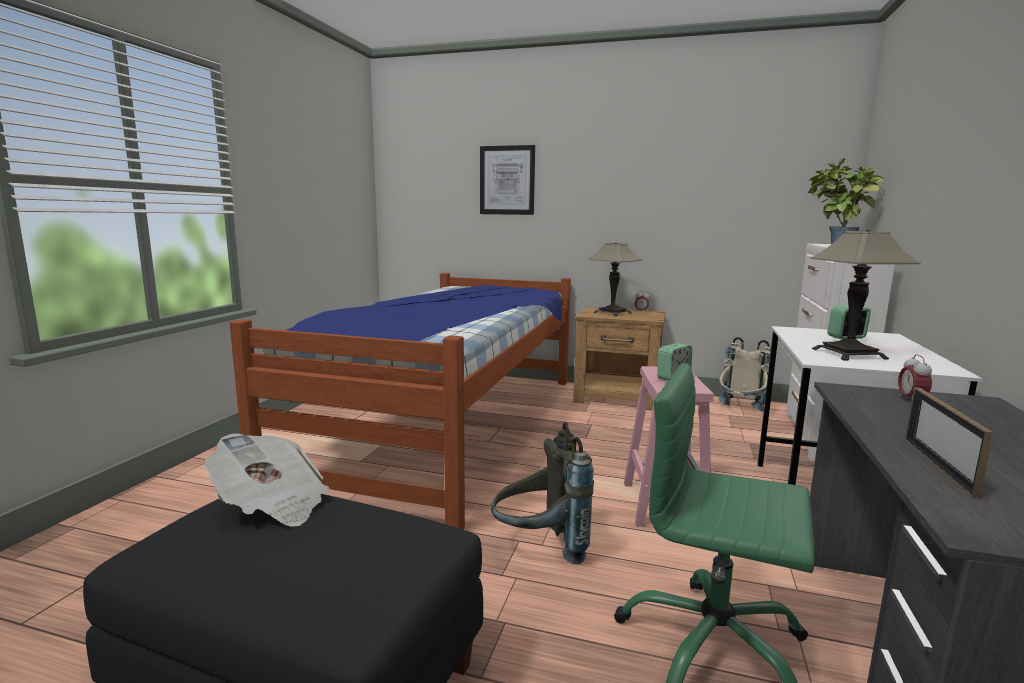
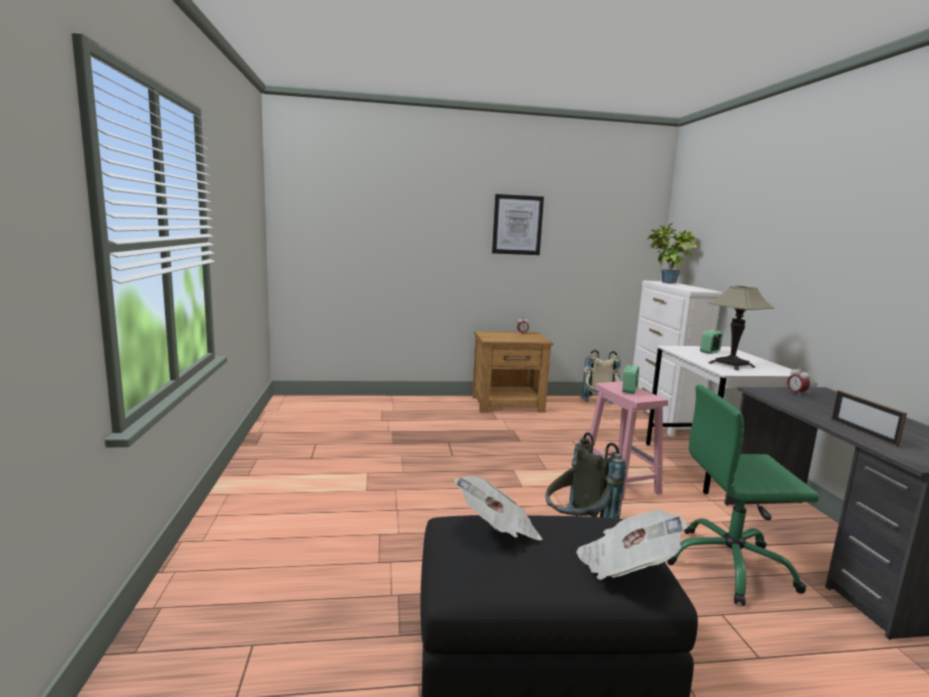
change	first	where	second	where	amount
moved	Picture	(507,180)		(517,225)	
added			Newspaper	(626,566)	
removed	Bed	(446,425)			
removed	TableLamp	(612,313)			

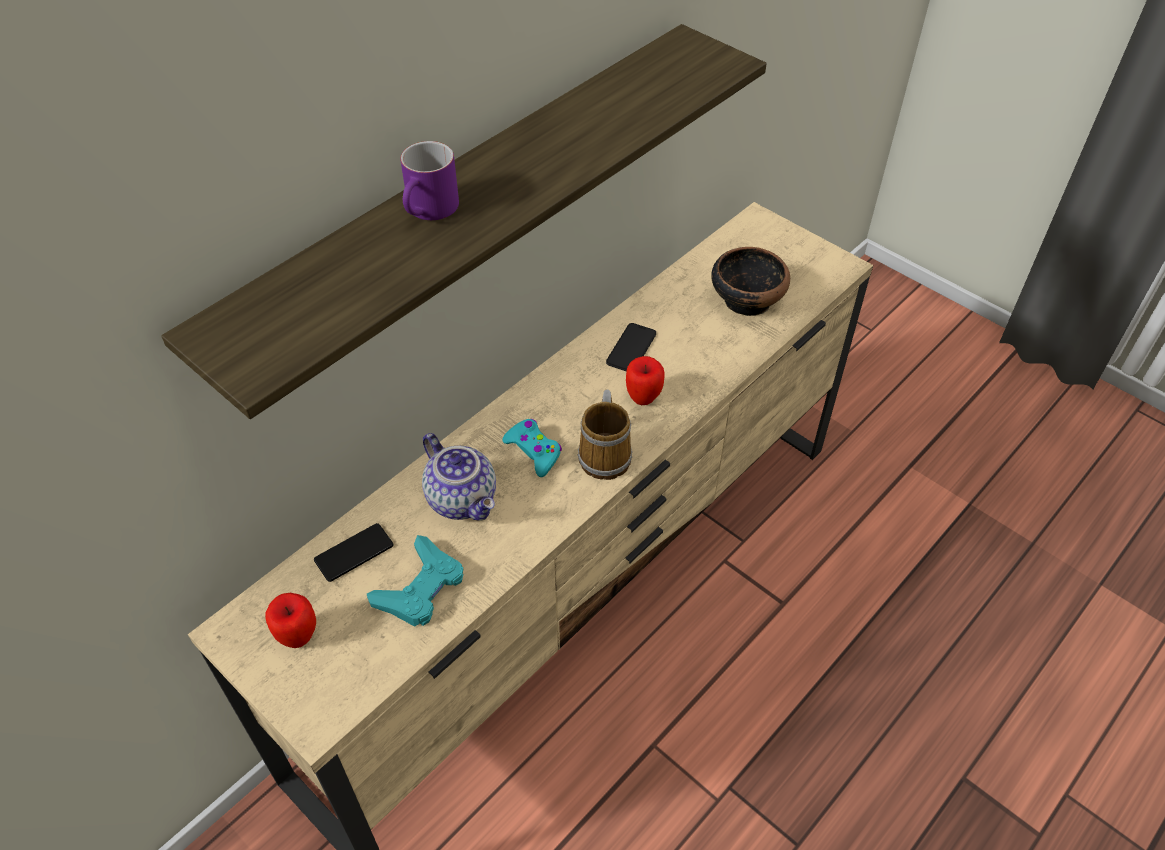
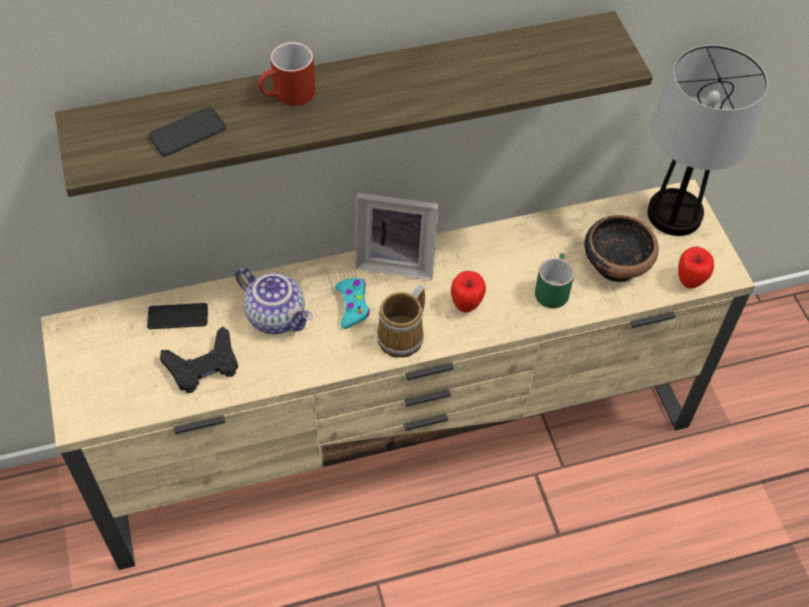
change	first	where	second	where	amount
moved	Phone	(631,348)		(187,132)	
recoloured	TurquoiseGameController	(420,588)	BlackGameController	(203,365)	
turned	Teapot	(463,499)		(277,316)	45 degrees counterclockwise
recoloured	PurpleMug	(430,211)	RedMug	(288,96)	
added			PictureFrame	(396,261)	
added			GreenMug	(552,288)	
added			TableLamp	(674,213)	
moved	Apple	(298,636)		(689,281)	

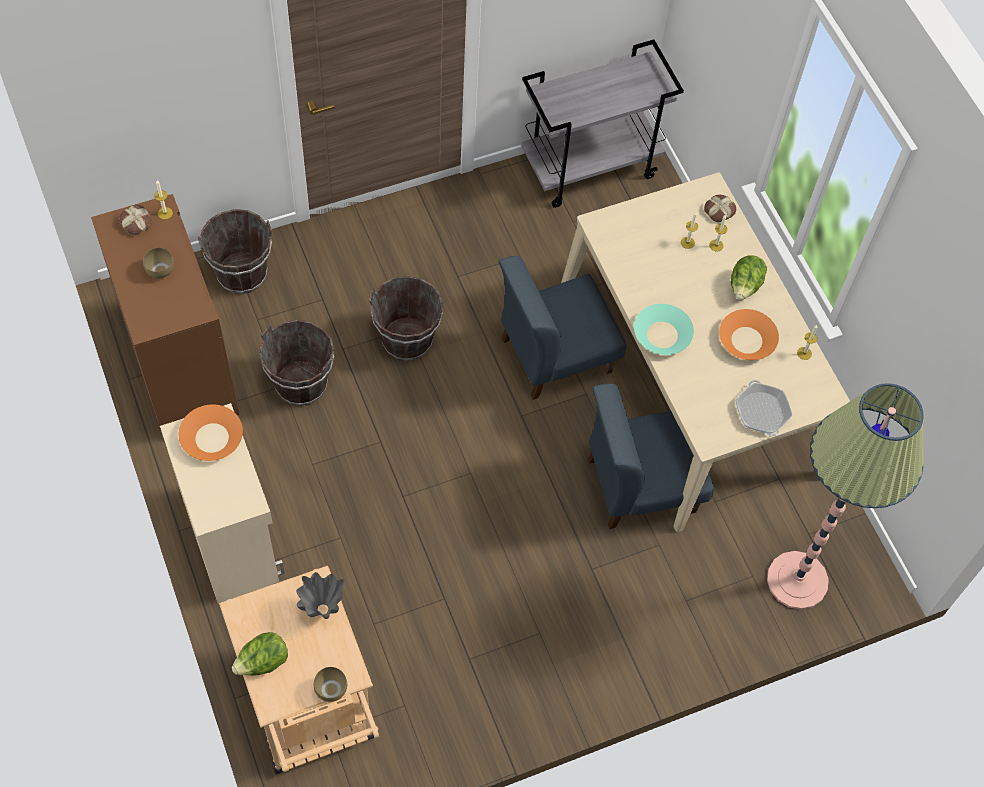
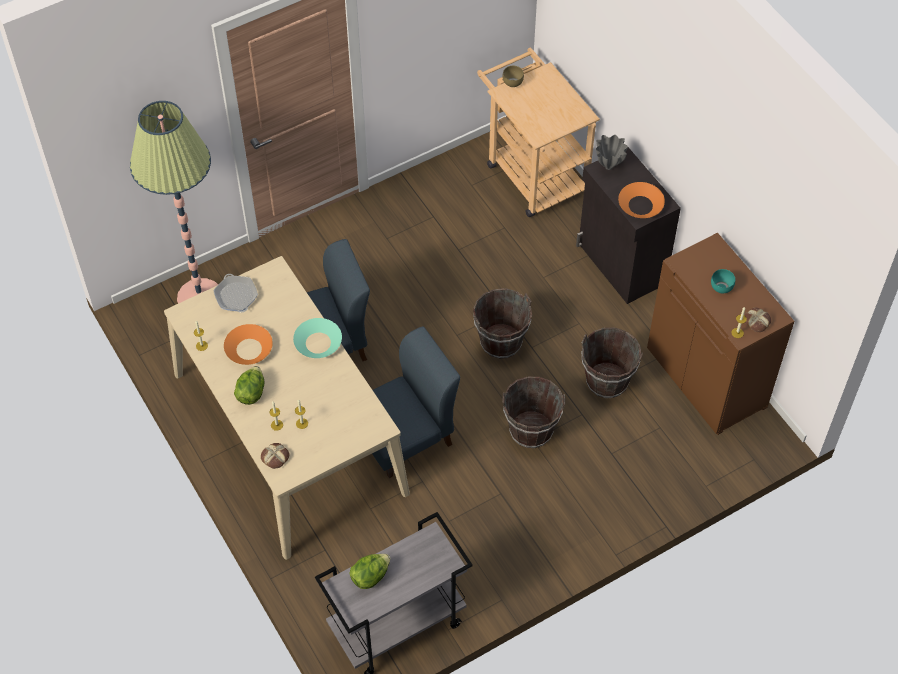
change	first	where	second	where	amount
moved	Lettuce	(263,662)		(370,576)	
moved	BrownBucket	(242,273)		(501,342)	
recoloured	BeigeCabinet	(232,539)	BlackCabinet	(620,264)	
moved	GreyVase	(321,609)		(609,166)	
recoloured	BrownBowl	(159,271)	TurquoiseBowl	(721,287)	

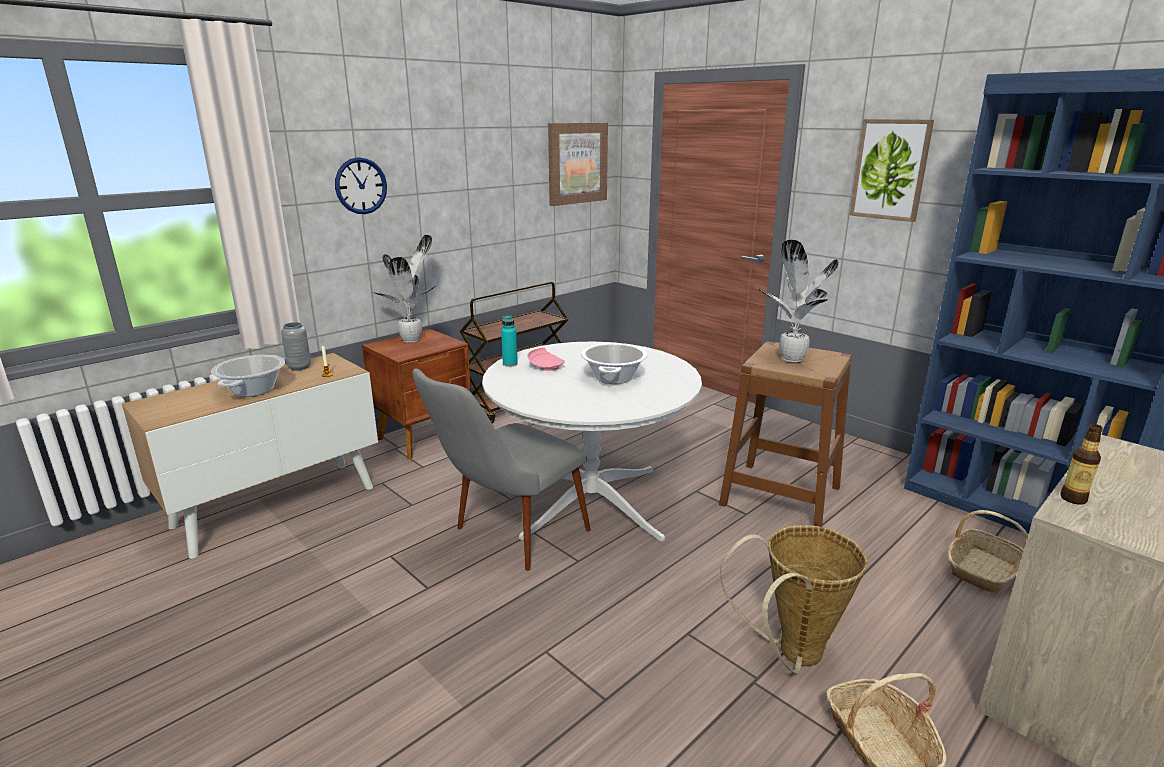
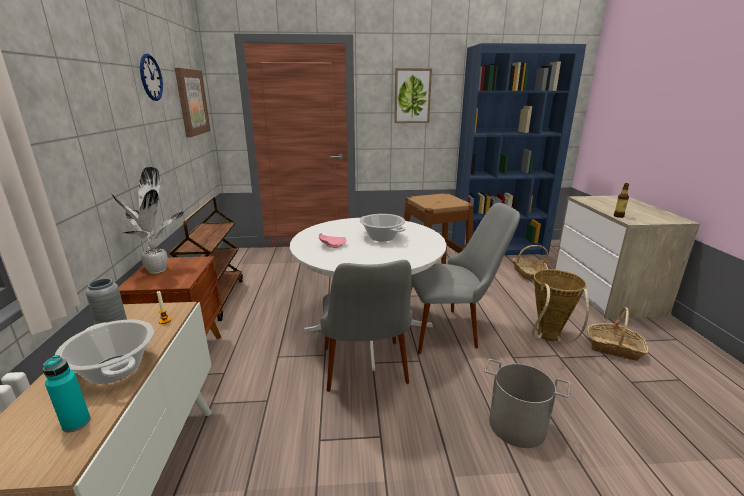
change	first	where	second	where	amount
moved	TurquoiseBottle	(510,364)		(76,423)	
moved	WallClock	(361,186)		(151,77)	
added			GreyChair	(451,329)	
added			GreyBucket	(517,426)	
removed	PottedPlant	(791,359)			

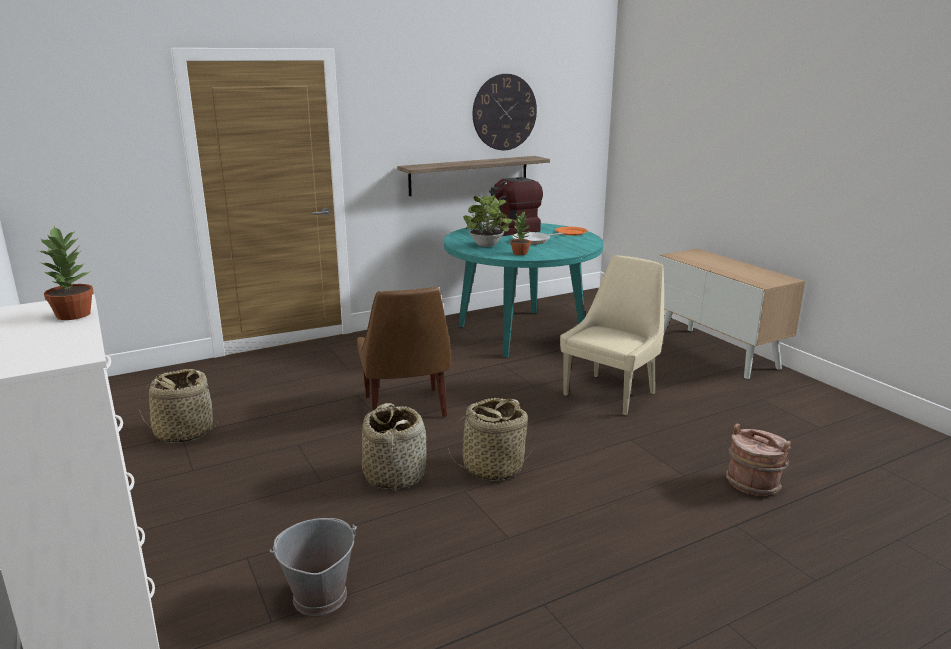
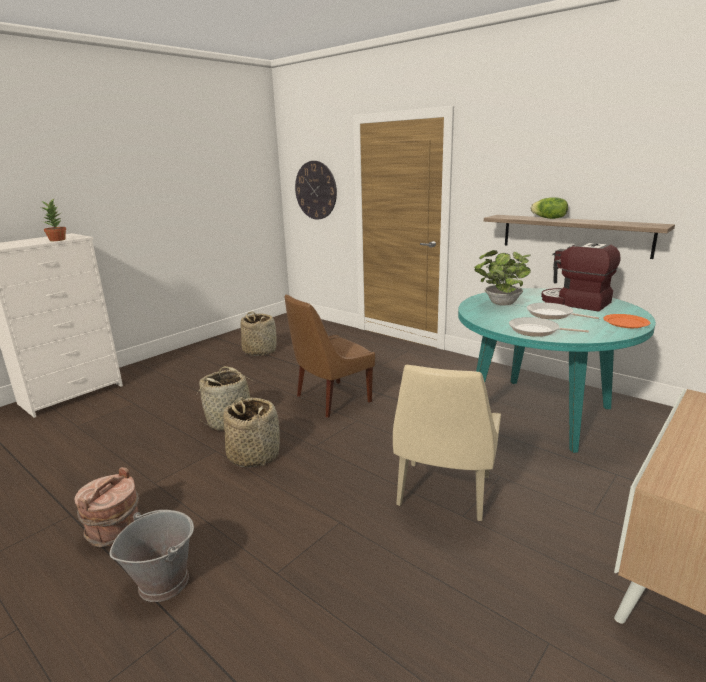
change	first	where	second	where	amount
moved	BrownBucket	(753,483)		(115,530)	
moved	GreyBucket	(319,596)		(163,581)	
moved	WallClock	(504,112)		(316,190)	
turned	BeigeChair	(611,393)		(443,493)	90 degrees clockwise
added			FryingPan	(536,331)	
added			Lettuce	(549,218)	
removed	PottedPlant	(520,253)			

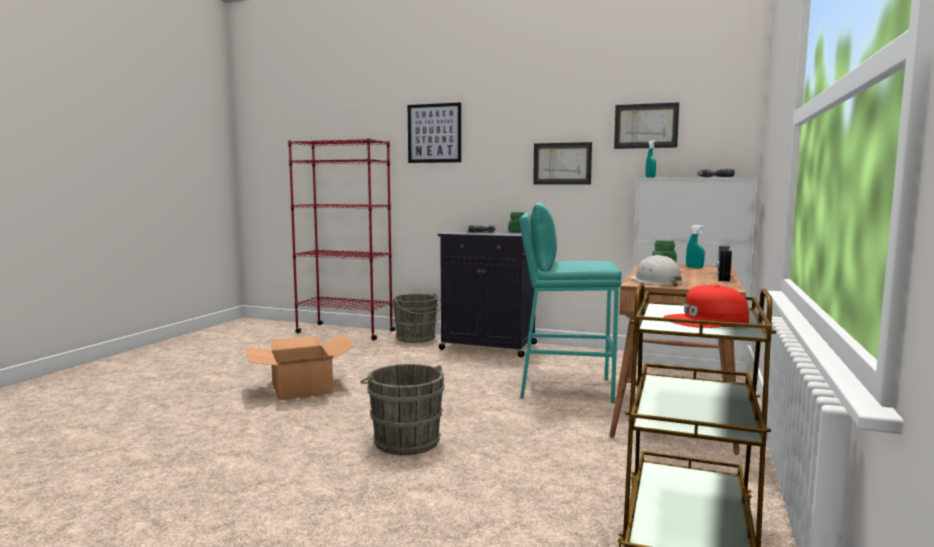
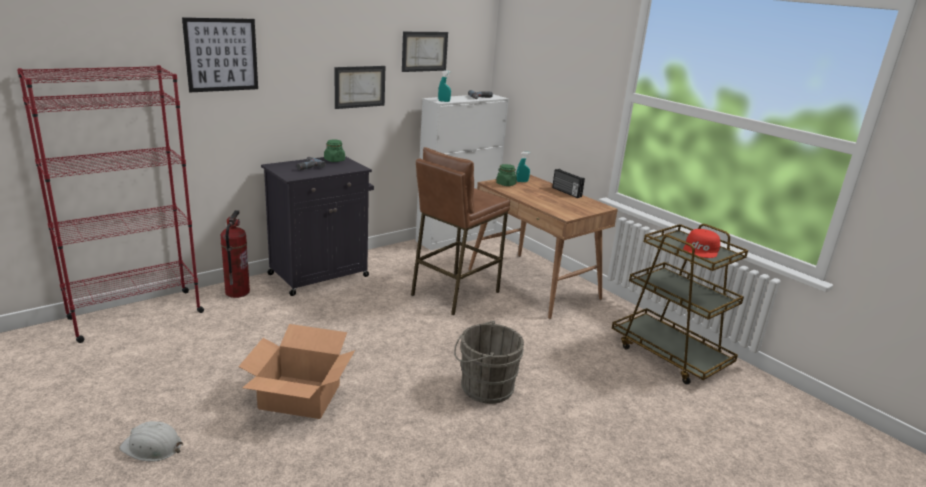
change	first	where	second	where	amount
moved	WhiteHardHat	(656,281)		(152,447)	
replaced	GreyBucket	(416,339)	FireExtinguisher	(237,292)	
recoloured	TurquoiseStool	(565,388)	BrownStool	(454,293)	

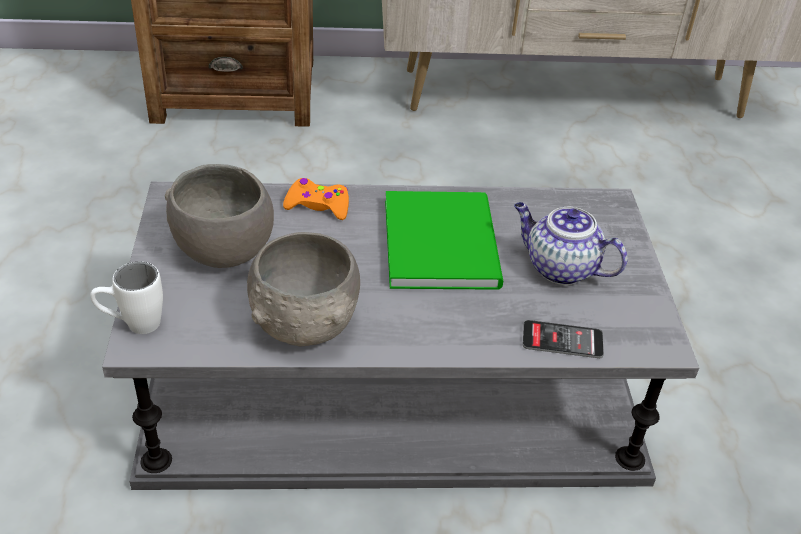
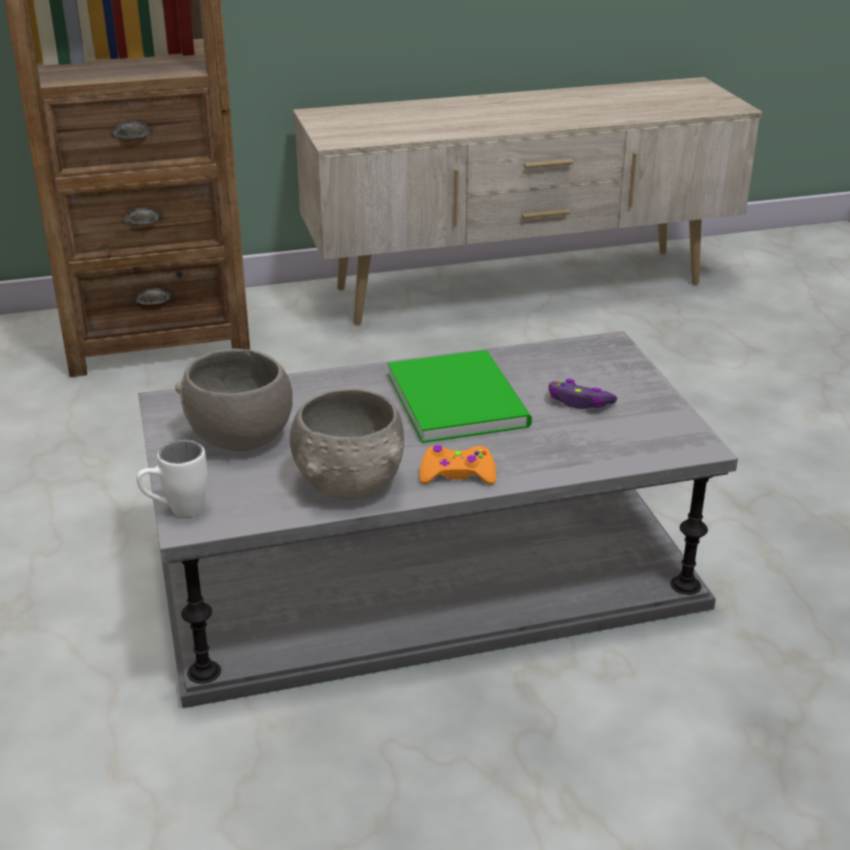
change	first	where	second	where	amount
moved	OrangeGameController	(318,206)		(457,474)	
replaced	Teapot	(559,268)	PurpleGameController	(579,402)	
removed	Phone	(562,340)			

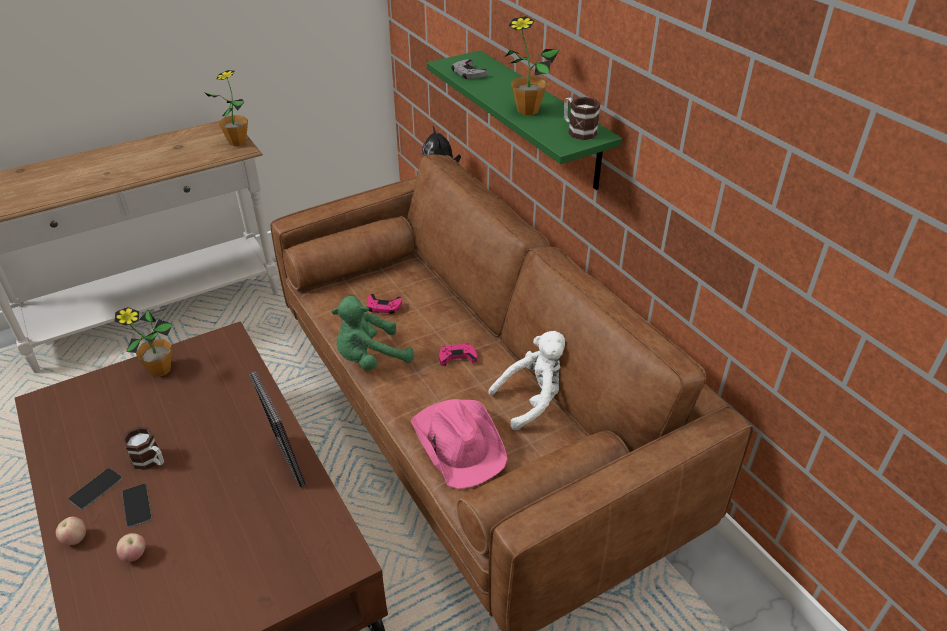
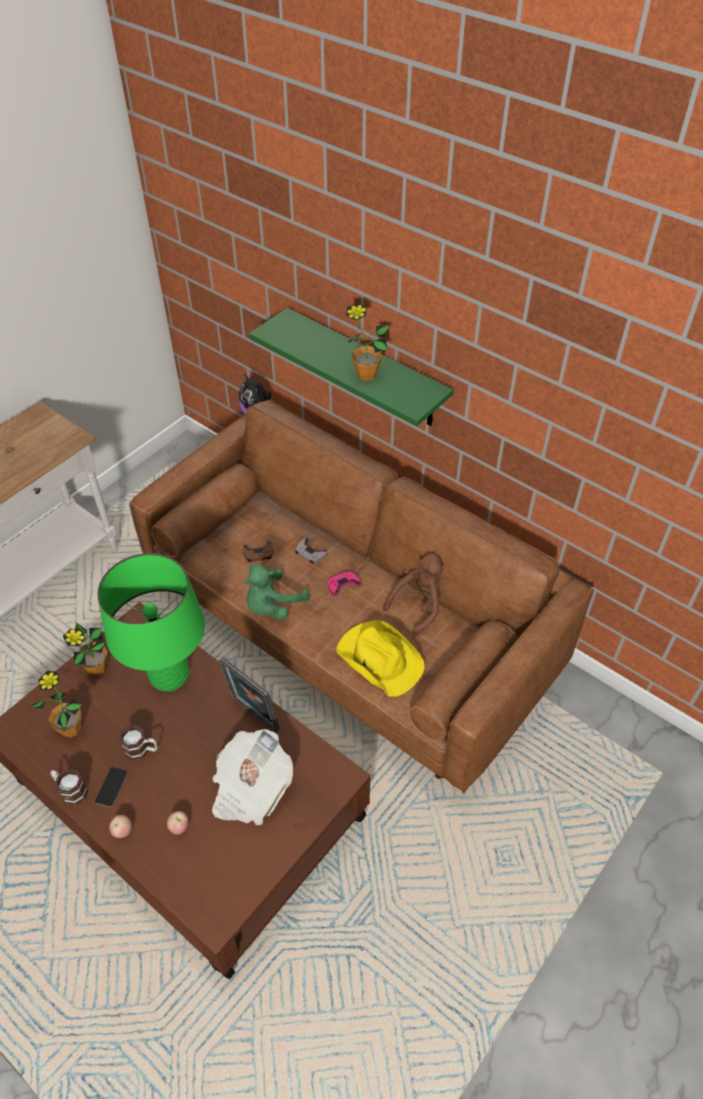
change	first	where	second	where	amount
moved	PottedPlant	(237,142)		(71,728)	
moved	Mug	(578,131)		(70,790)	
added			GreenTableLamp	(169,676)	
added			Newspaper	(250,788)	
recoloured	PinkGameController	(383,306)	BrownGameController	(258,554)	
moved	GreyGameController	(468,73)		(310,553)	
recoloured	PinkHat	(459,442)	YellowHat	(379,658)	
recoloured	WhitePlushToy	(534,400)	BrownPlushToy	(419,605)	
removed	Phone	(137,505)			

